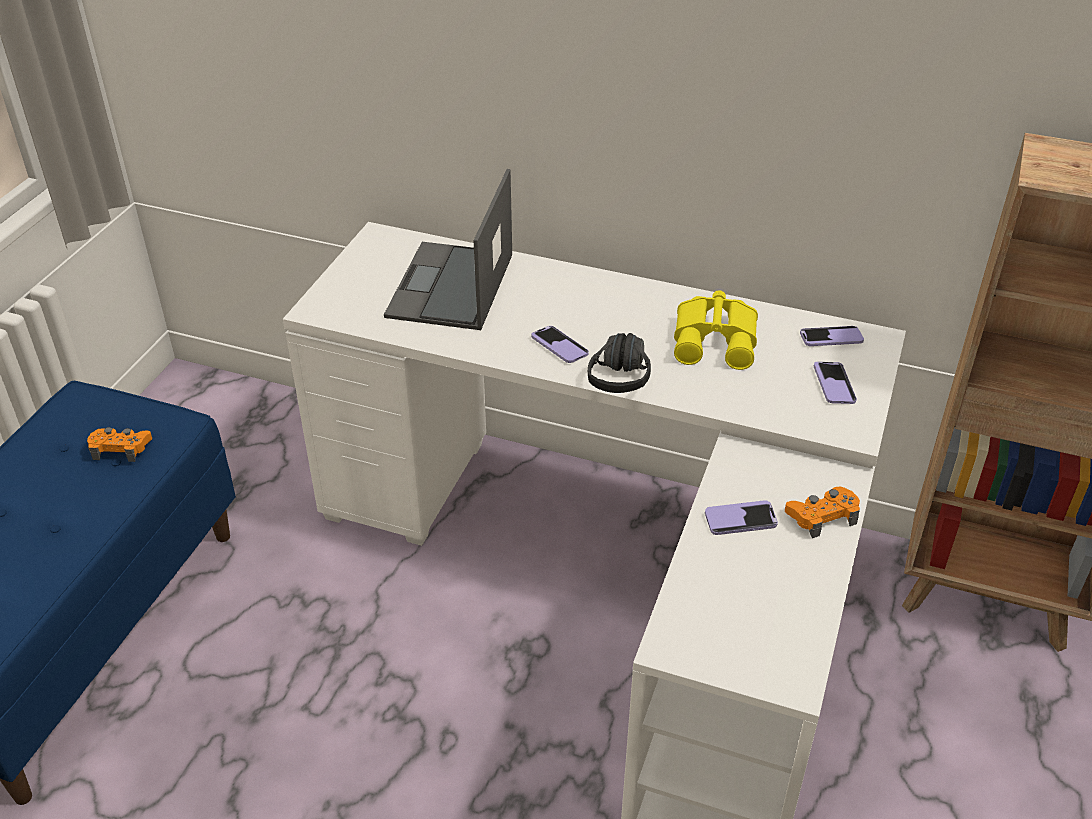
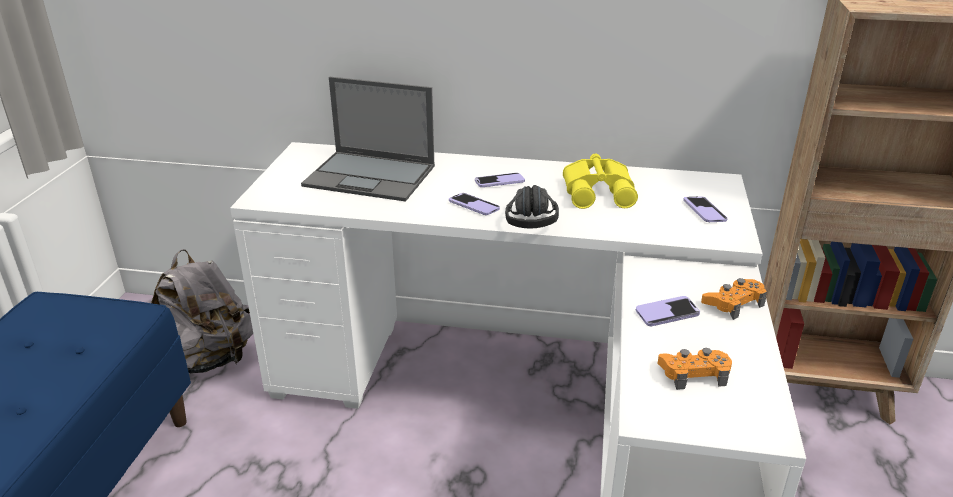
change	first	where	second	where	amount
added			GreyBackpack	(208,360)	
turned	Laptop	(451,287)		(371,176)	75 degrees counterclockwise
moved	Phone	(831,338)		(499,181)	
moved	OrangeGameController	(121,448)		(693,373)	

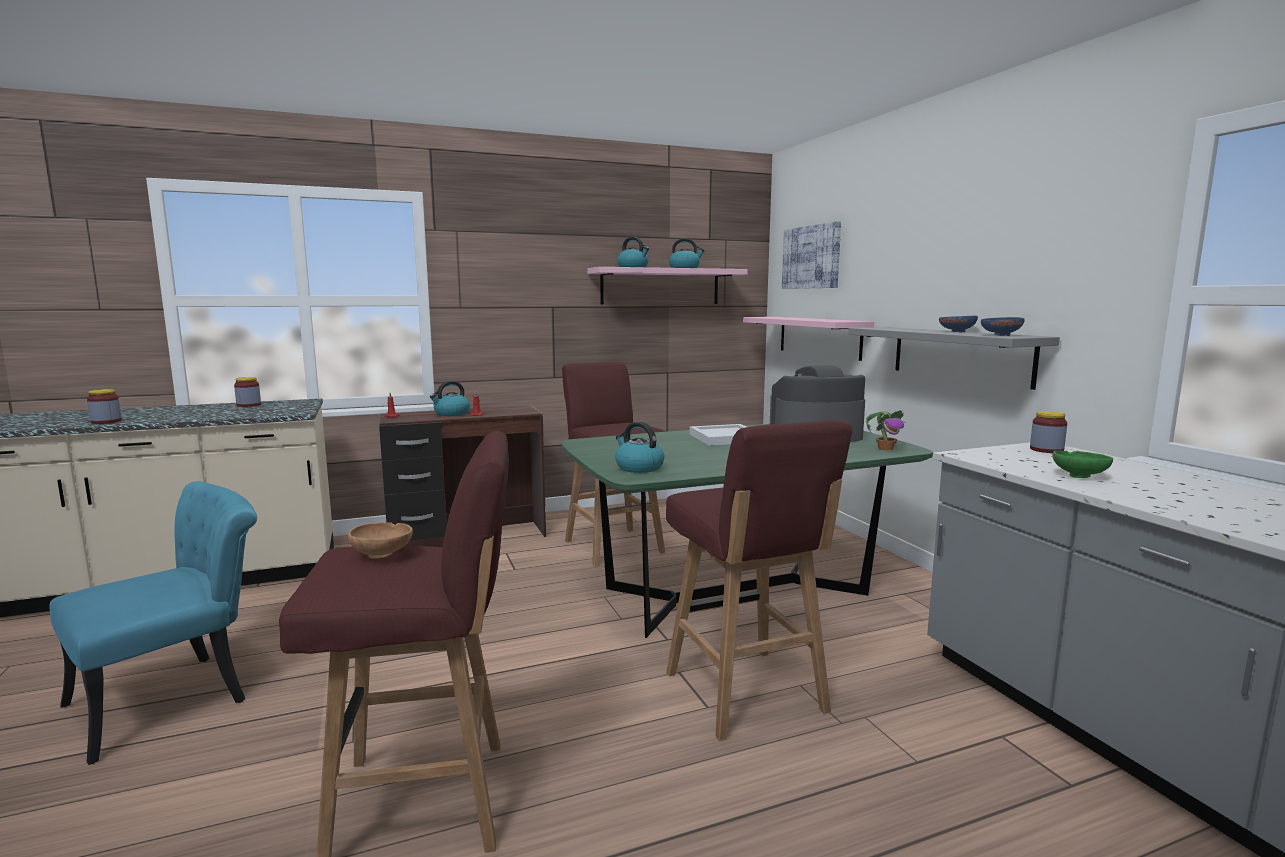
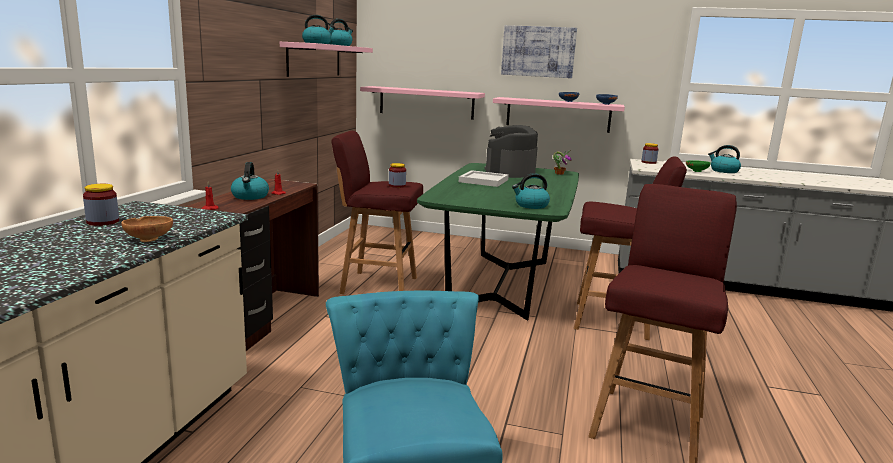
change	first	where	second	where	amount
moved	BrownBowl	(383,555)		(149,239)	
moved	Jar	(106,421)		(397,186)	
recoloured	GreyShelf	(959,355)	PinkShelf	(558,114)	
moved	Picture	(811,257)		(538,51)	
added			Kettle	(723,171)	

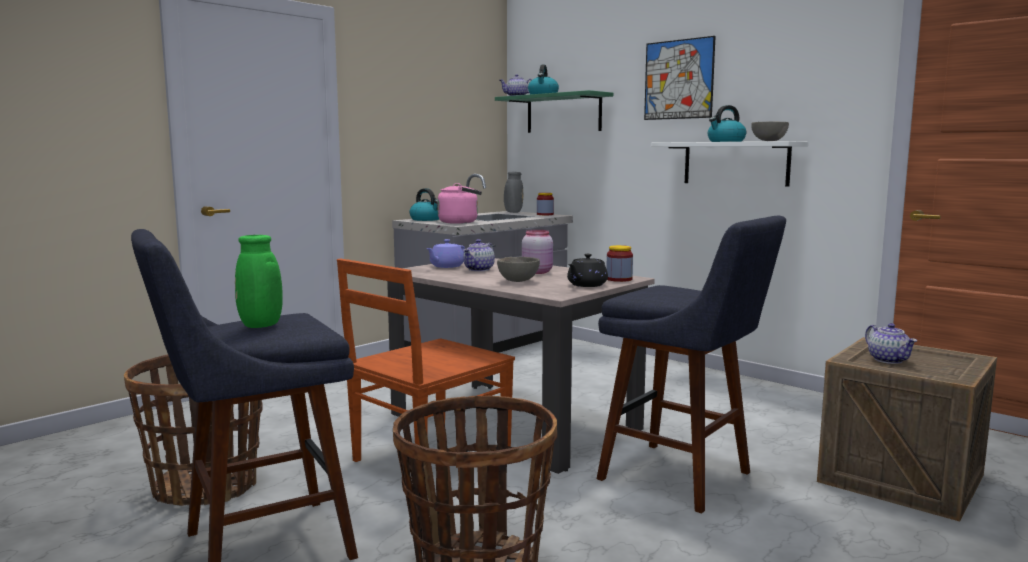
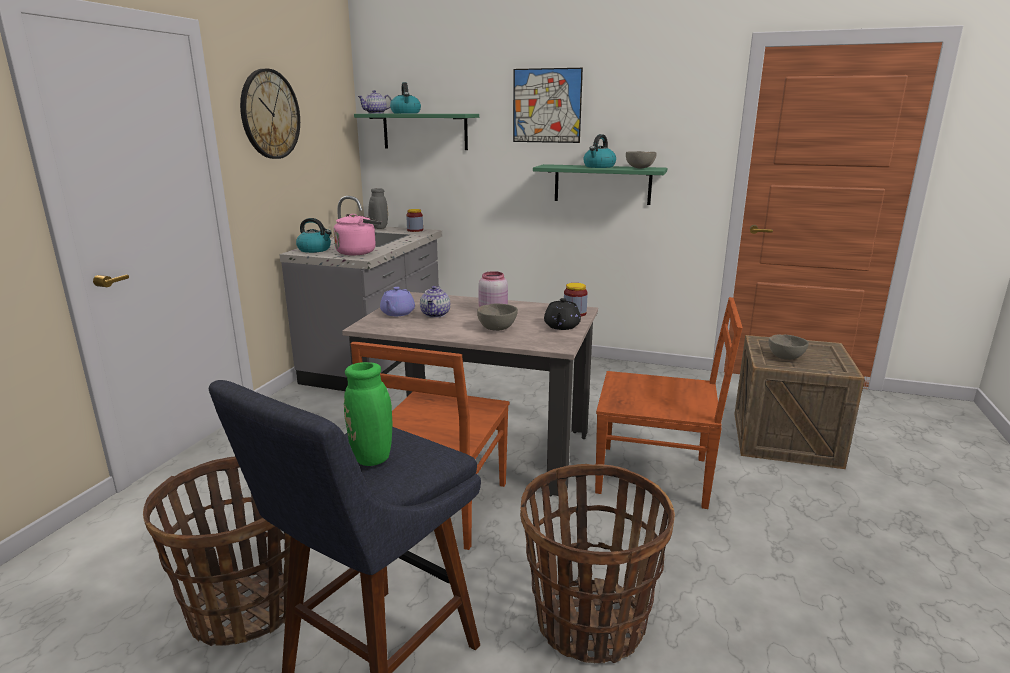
change	first	where	second	where	amount
added			WallClock	(270,114)	
recoloured	WhiteShelf	(735,163)	GreenShelf	(602,184)	
replaced	BlueStool	(683,478)	BrownChair	(656,476)	
replaced	Teapot	(889,360)	GreyBowl	(785,357)	

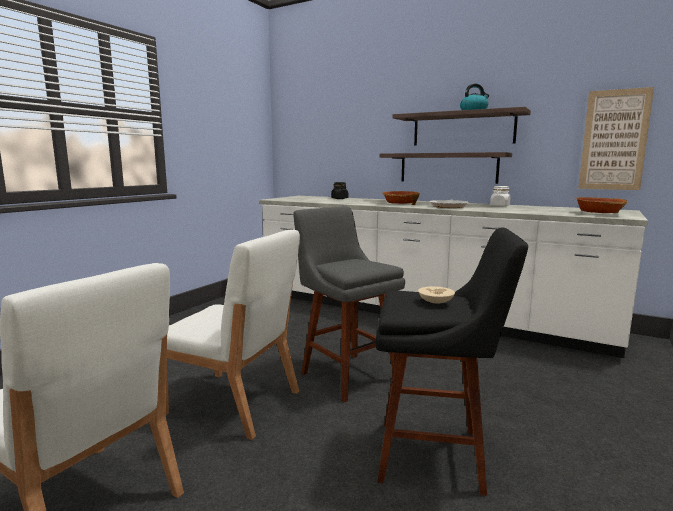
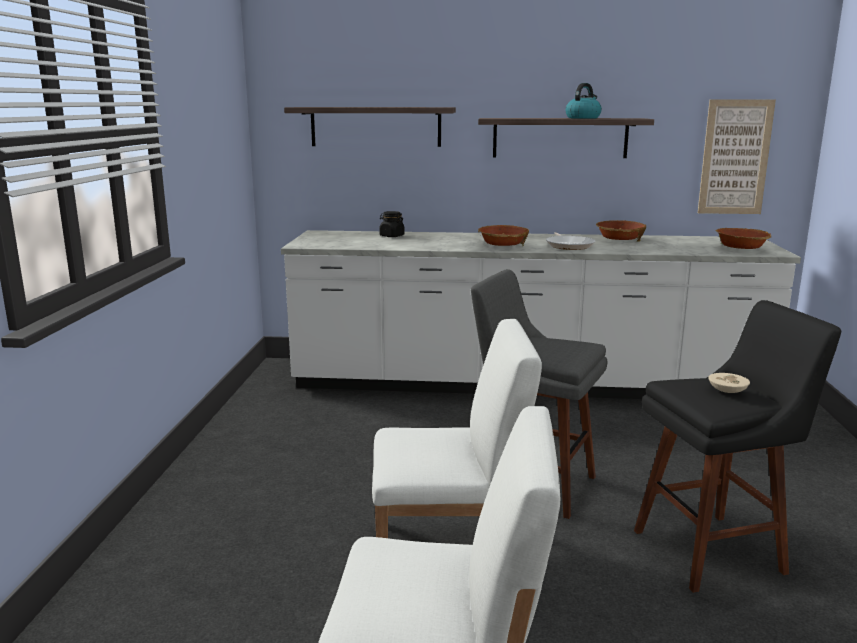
change	first	where	second	where	amount
moved	Shelf	(448,168)		(375,126)	
replaced	WhiteJar	(500,206)	Bowl	(619,239)	

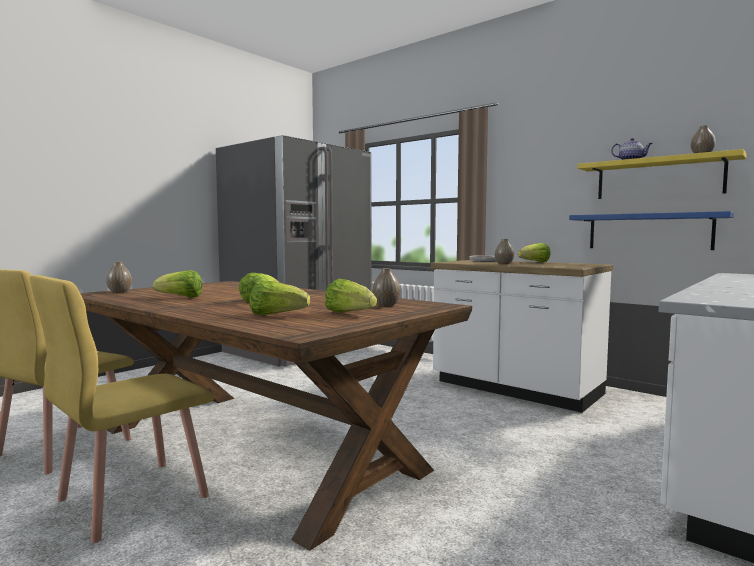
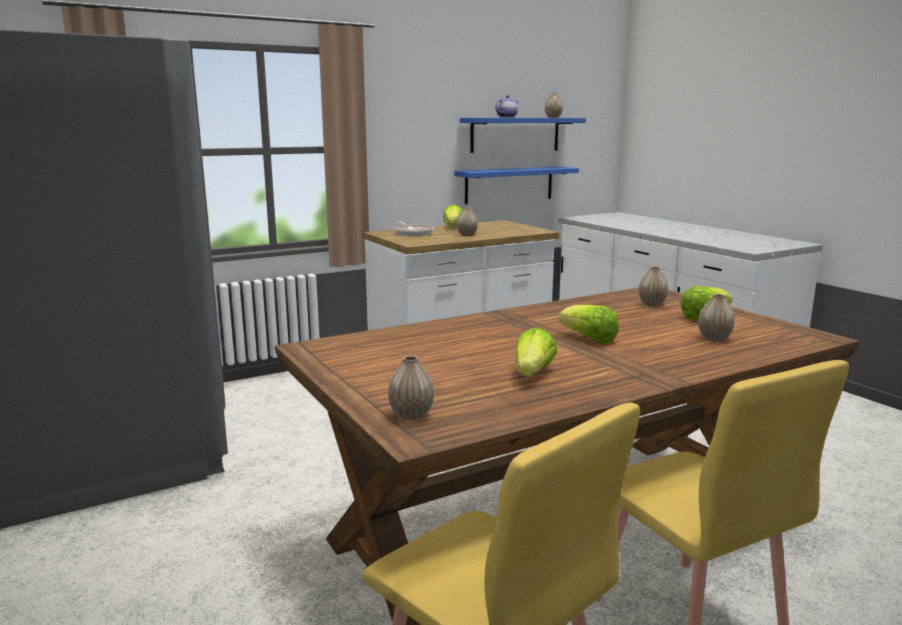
change	first	where	second	where	amount
recoloured	YellowShelf	(658,178)	BlueShelf	(515,134)	
replaced	Lettuce	(276,315)	Vase	(714,338)	

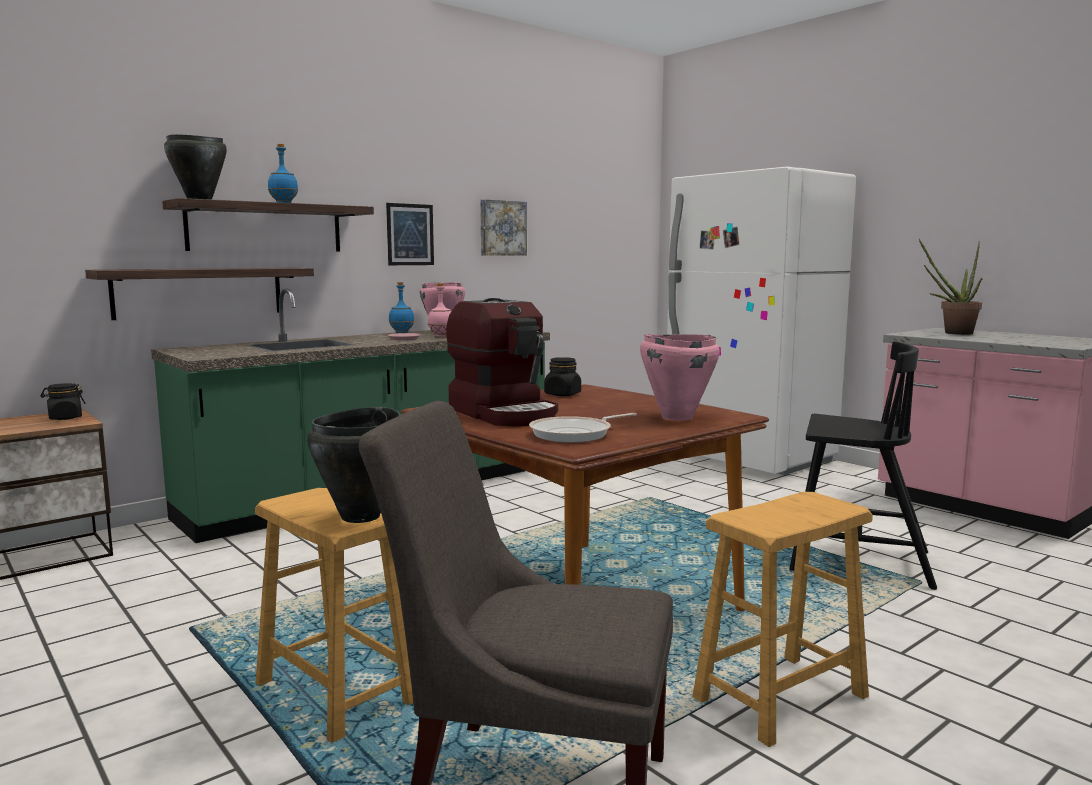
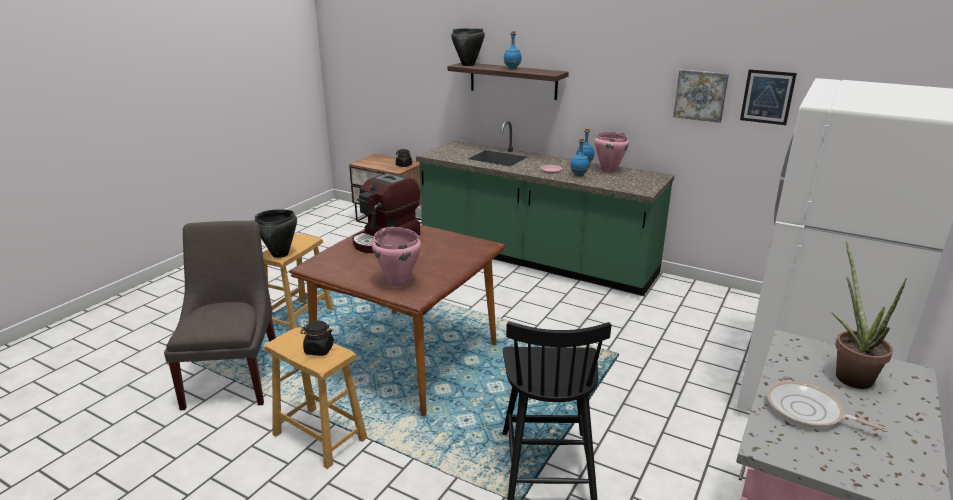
change	first	where	second	where	amount
moved	BlackJar	(562,394)		(318,350)	
recoloured	PinkBottle	(440,336)	BlueBottle	(578,175)	
moved	Picture	(410,234)		(767,97)	
moved	FryingPan	(575,434)		(808,411)	
removed	Shelf	(199,292)			

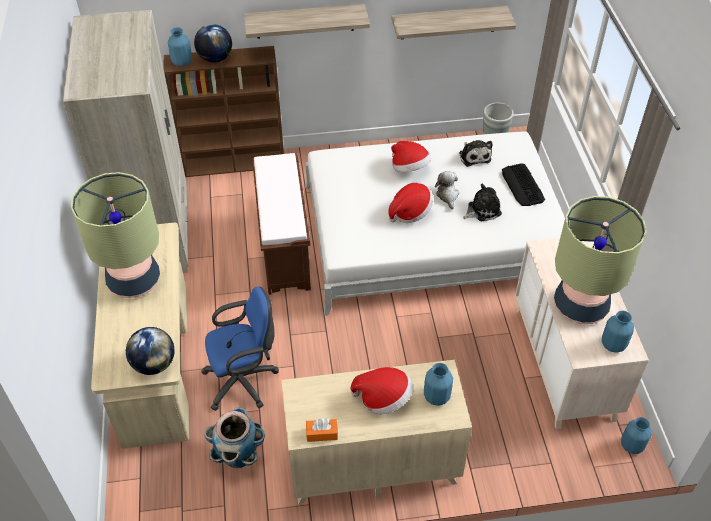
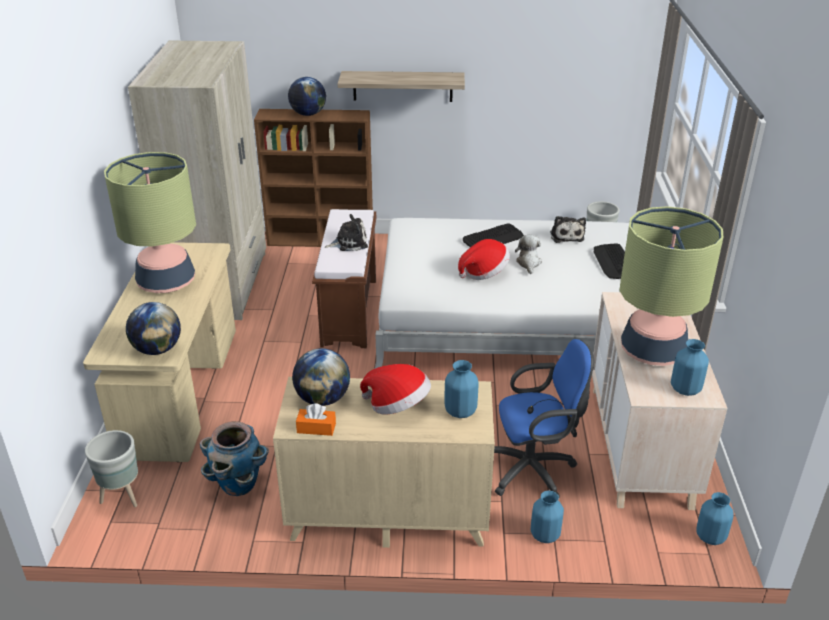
change	first	where	second	where	amount
added			GreyPlanter	(122,497)	
added			Globe	(323,399)	
moved	PlushToy	(482,210)		(349,243)	
replaced	Hat	(409,168)	Keyboard	(493,238)	
moved	BlueOfficeChair	(244,380)		(534,470)	
moved	BlueVase	(182,62)		(545,535)	
removed	Shelf	(448,22)			

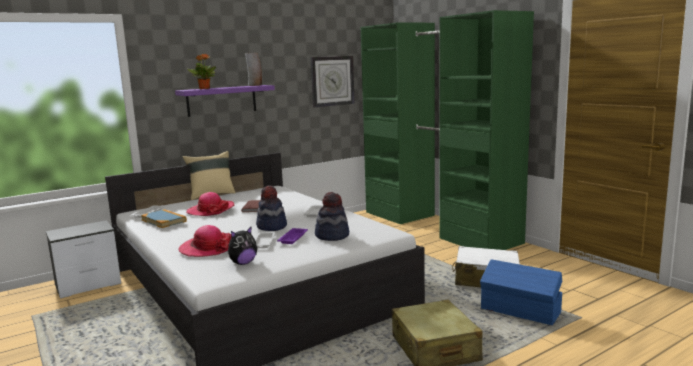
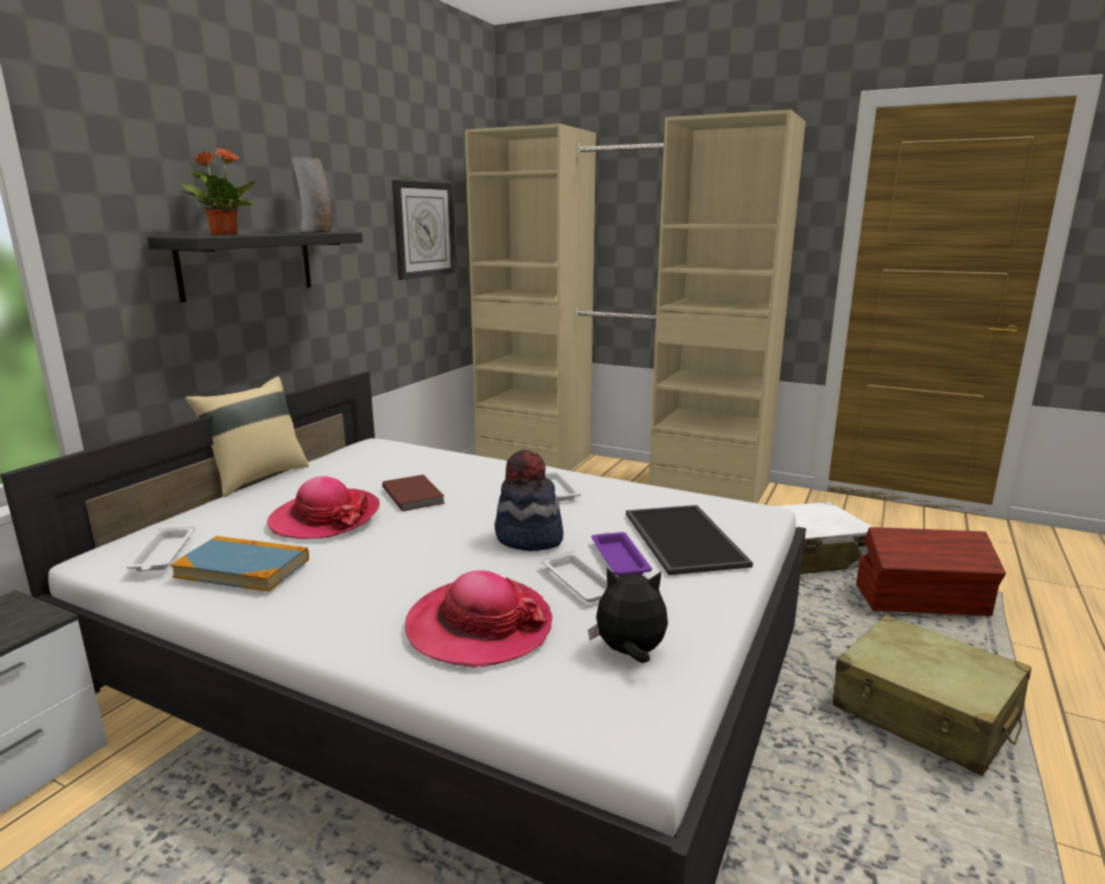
change	first	where	second	where	amount
recoloured	PurpleShelf	(221,100)	BlackShelf	(247,264)	
recoloured	GreenWardrobe	(437,226)	BeigeWardrobe	(618,473)	
turned	PlushToy	(243,263)		(629,653)	105 degrees counterclockwise
replaced	Hat	(332,235)	Tray	(681,538)	
recoloured	BlueStorageBox	(520,311)	BrownStorageBox	(923,601)	

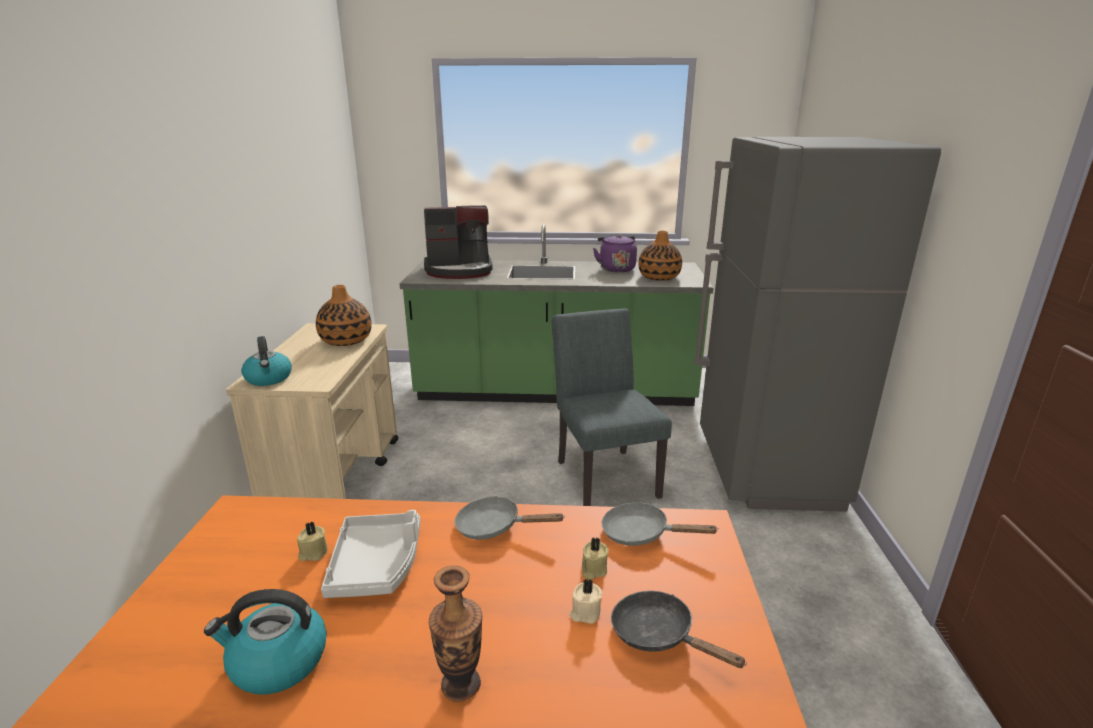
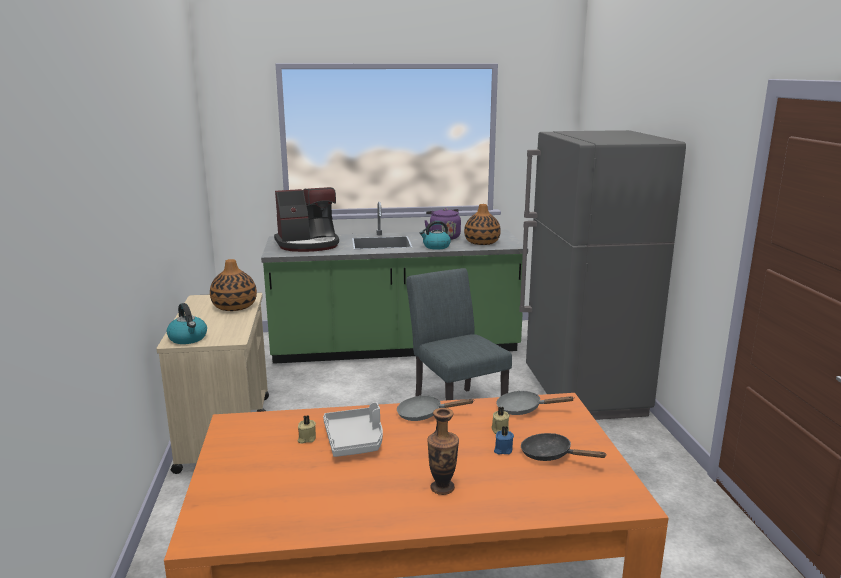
change	first	where	second	where	amount
moved	Kettle	(277,662)		(436,246)	
recoloured	BeigeCandle	(585,612)	BlueCandle	(502,450)	

